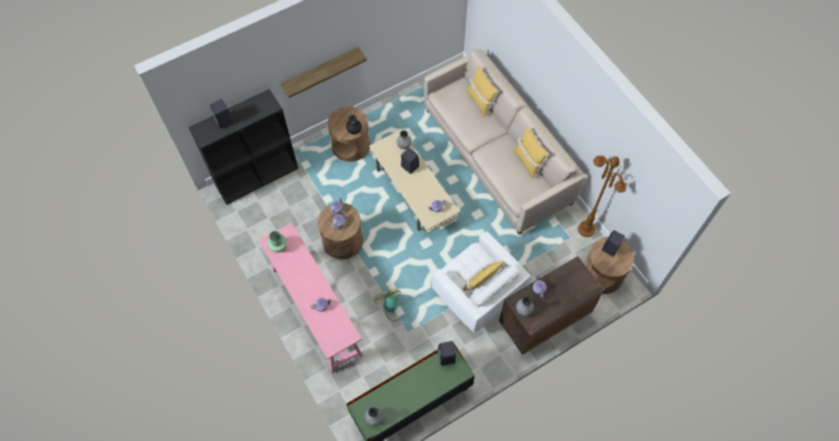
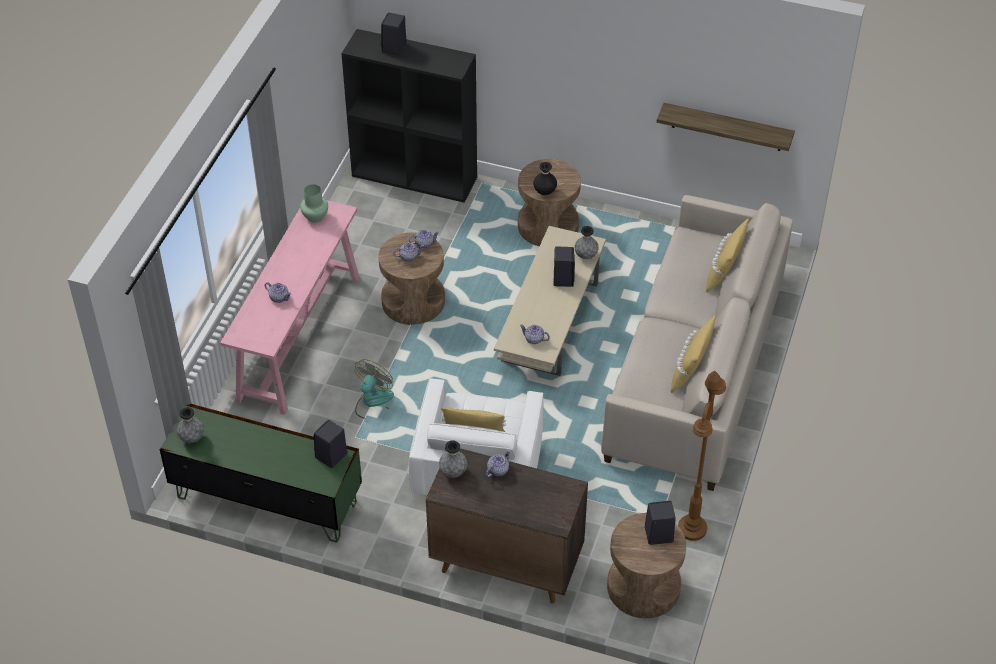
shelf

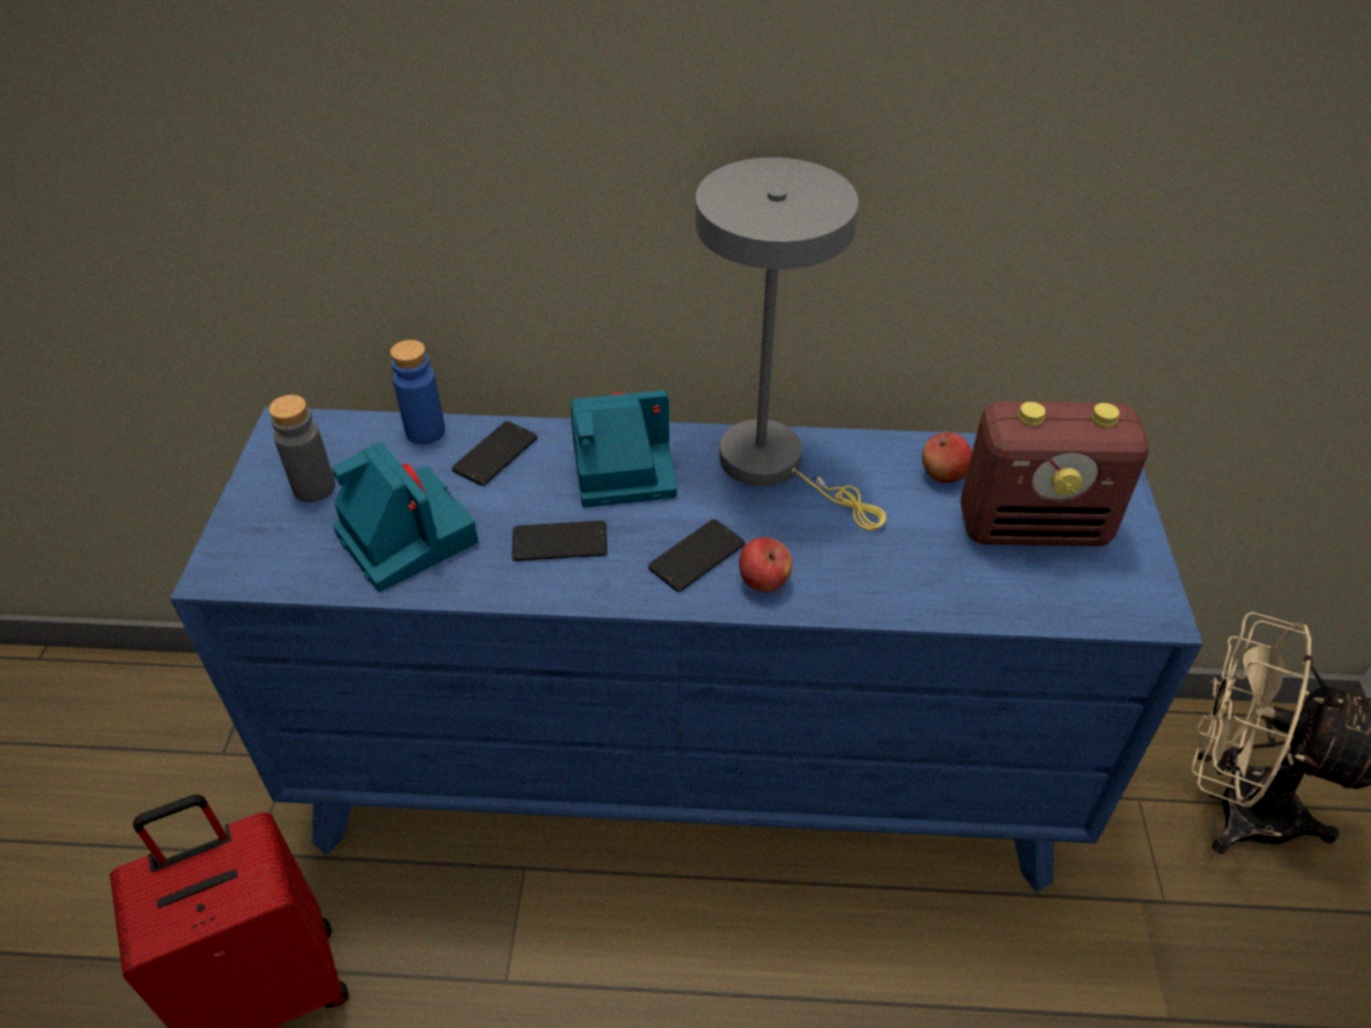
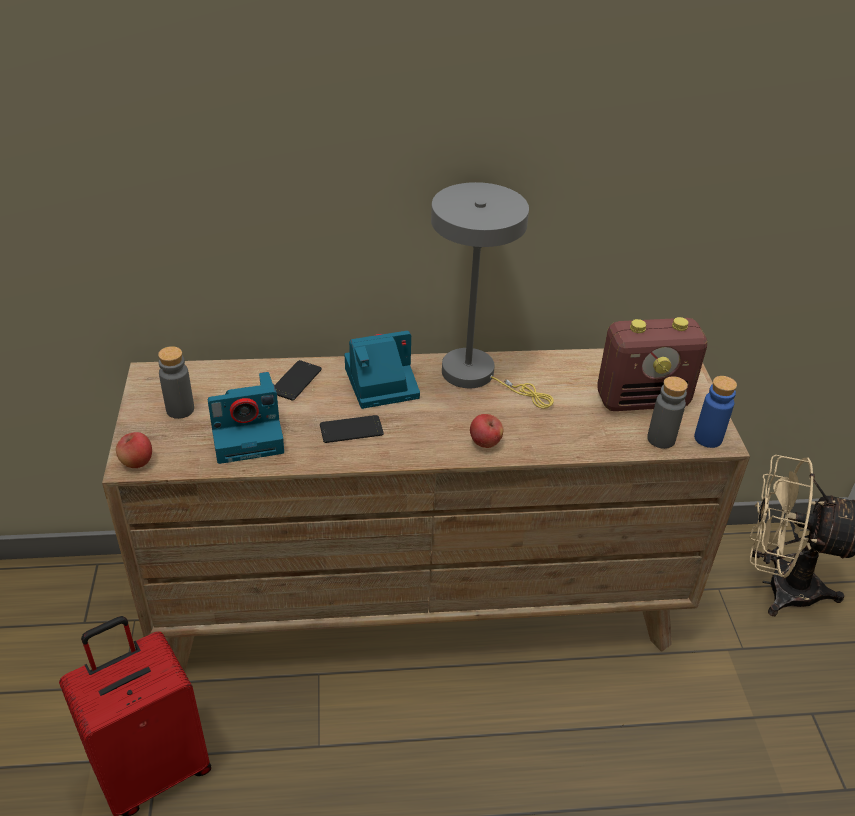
handset (no. 3 from left in the first image); grey bottle (no. 2 from left); bluish bottle; apple fruit (no. 1 from left); brown drawer chest; photo camera (no. 1 from left)

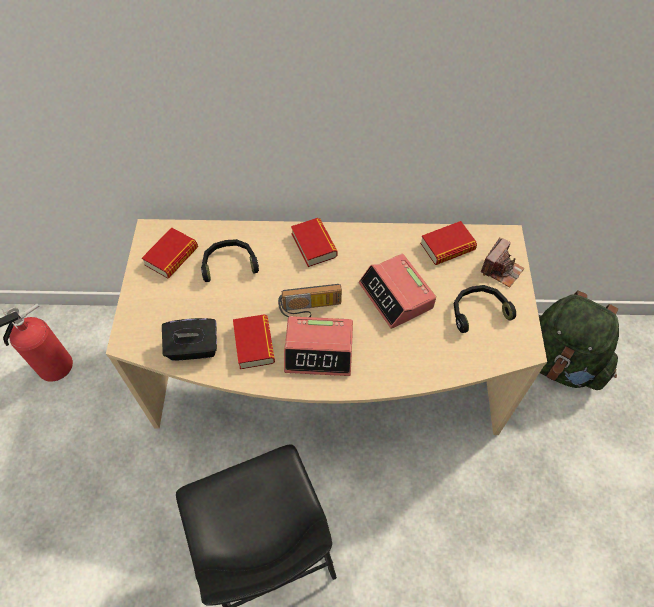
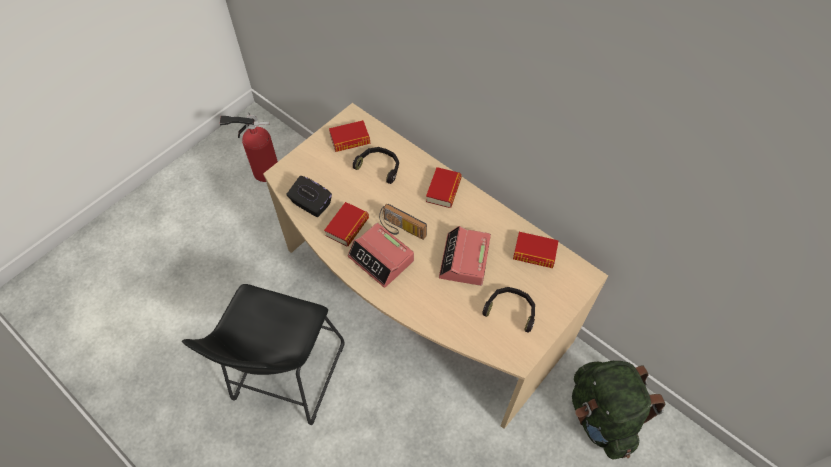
photo camera

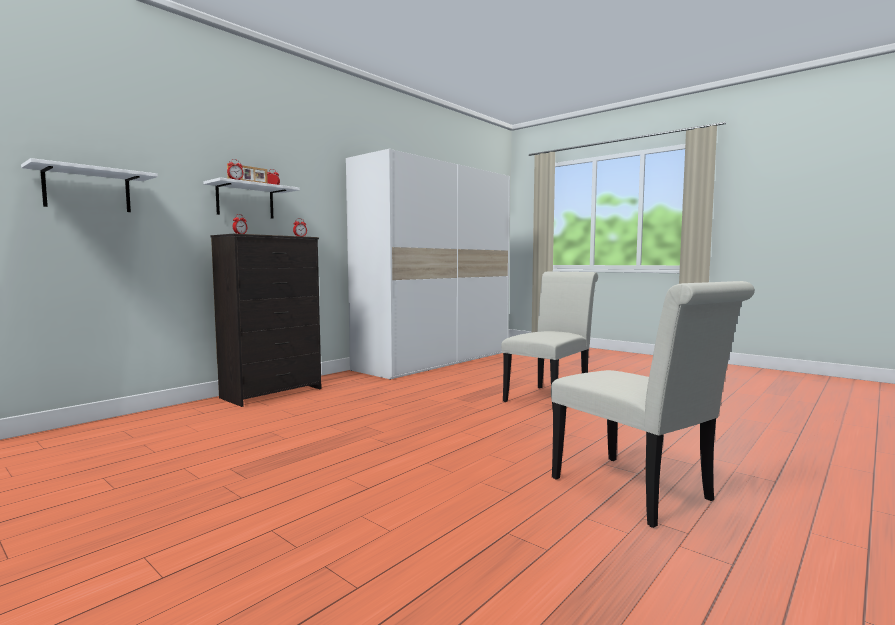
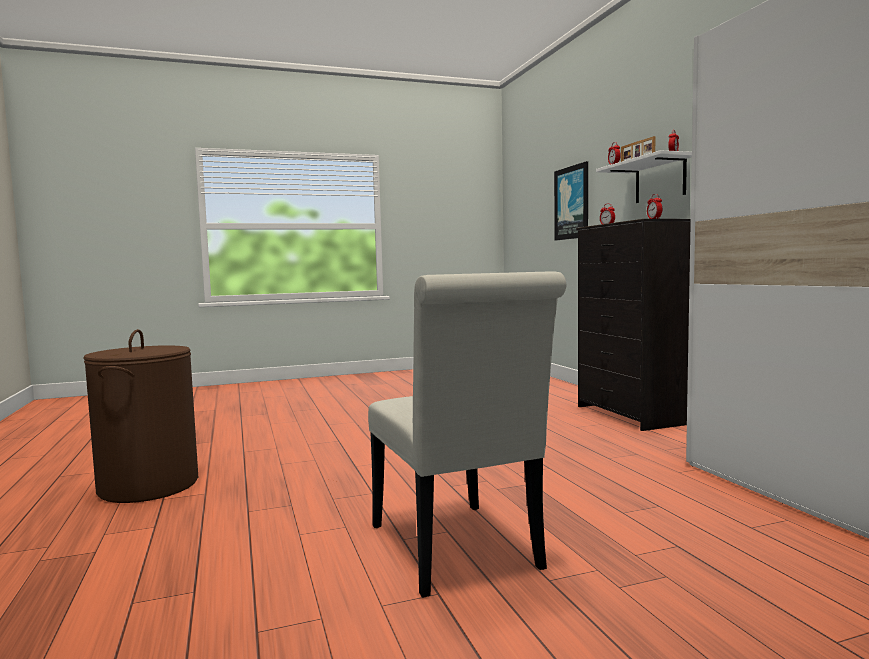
wall art; brown hamper

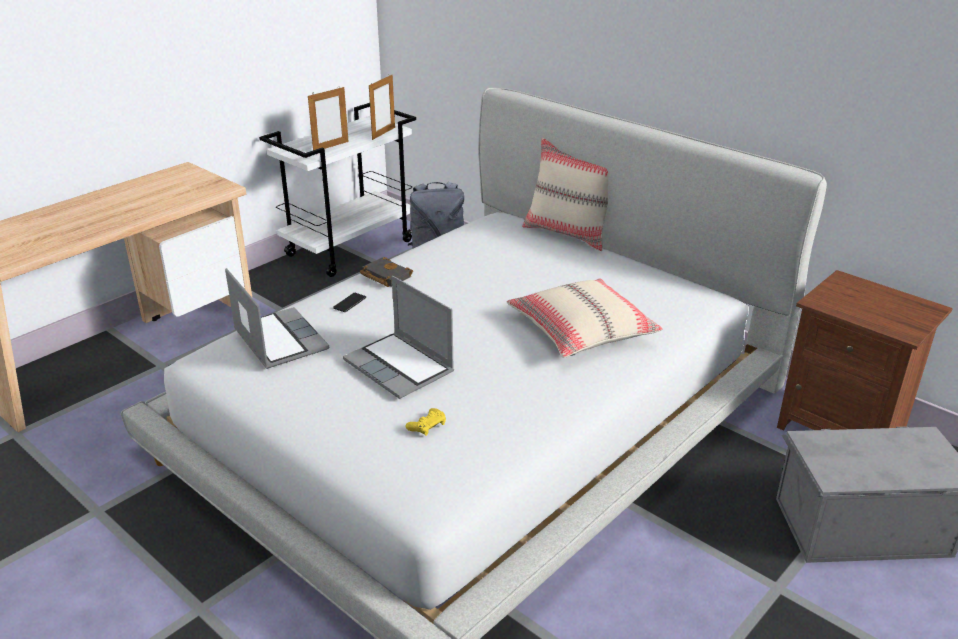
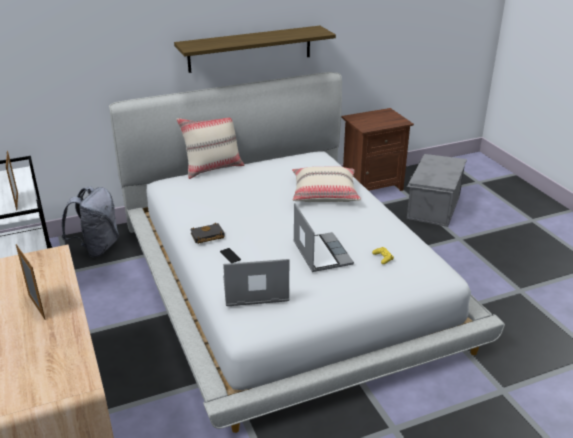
shelf; photo frame (no. 2 from left); notebook computer (no. 2 from left)

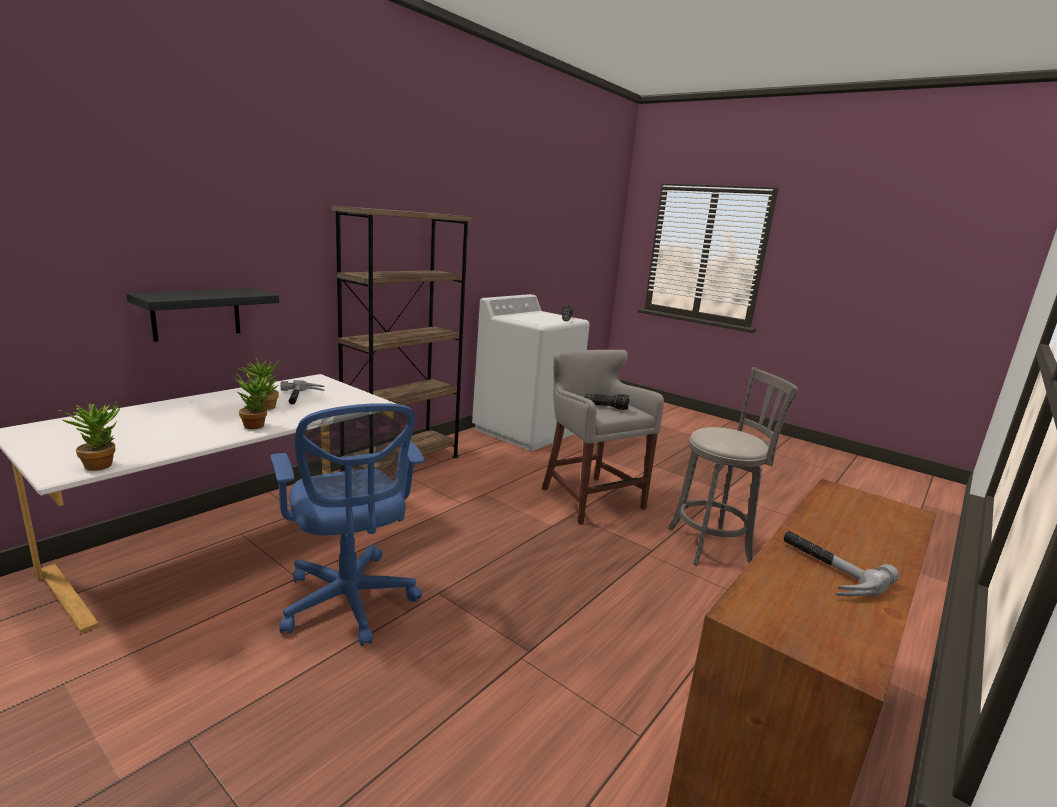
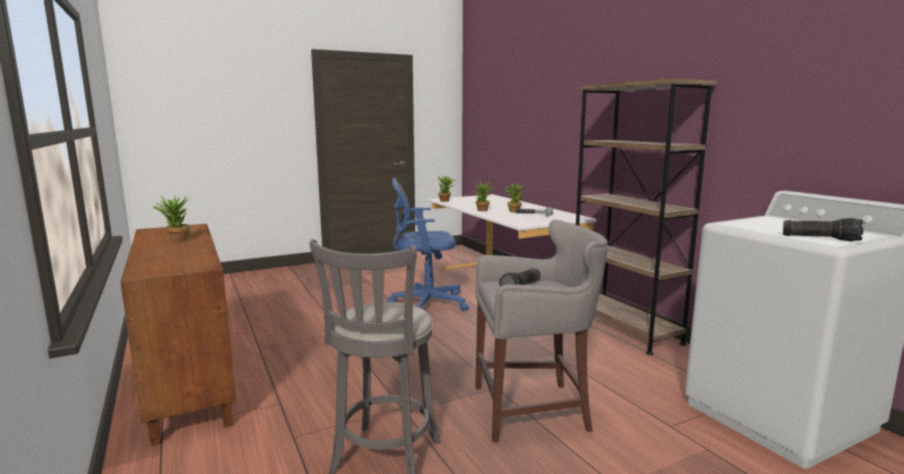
blackish shelf; plant in a pot (no. 1 from left)

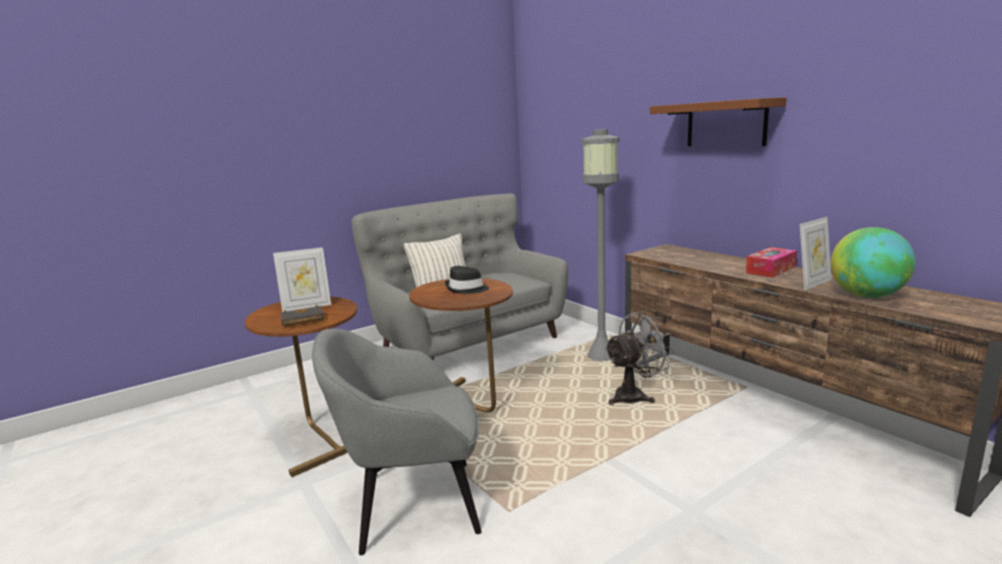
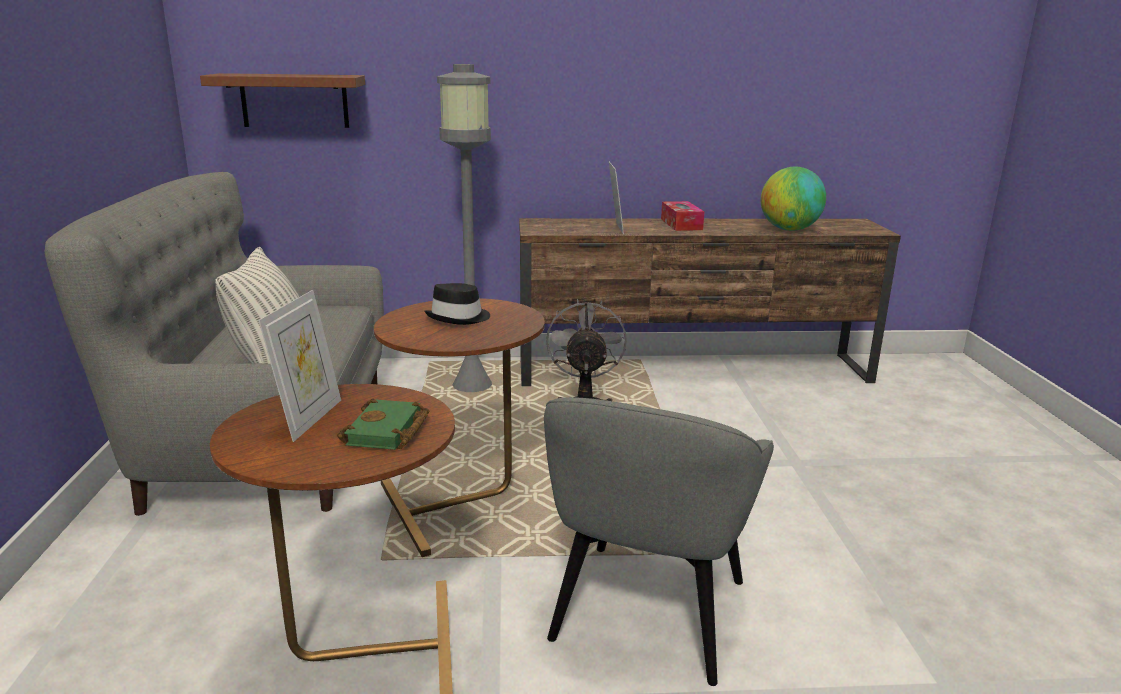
brown shelf; photo frame (no. 2 from left); green-coloured bound book

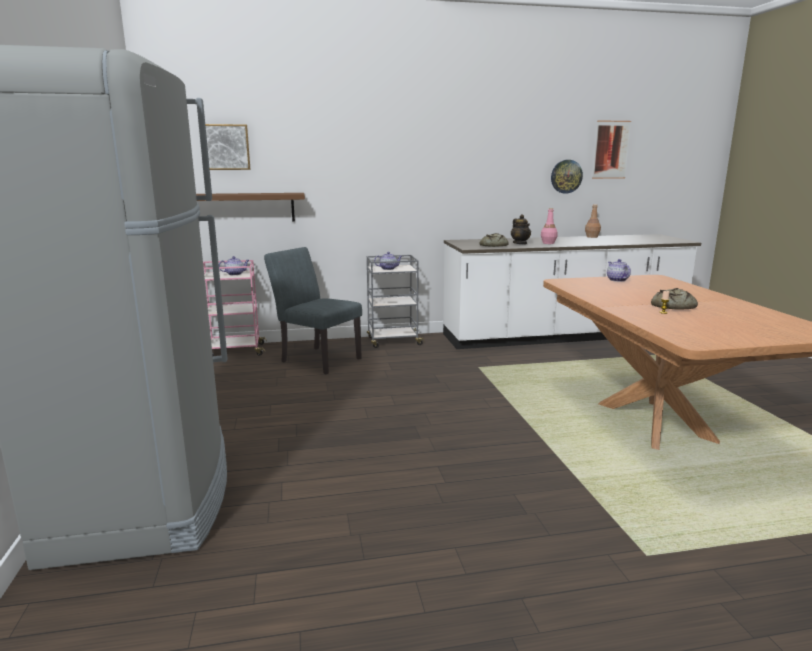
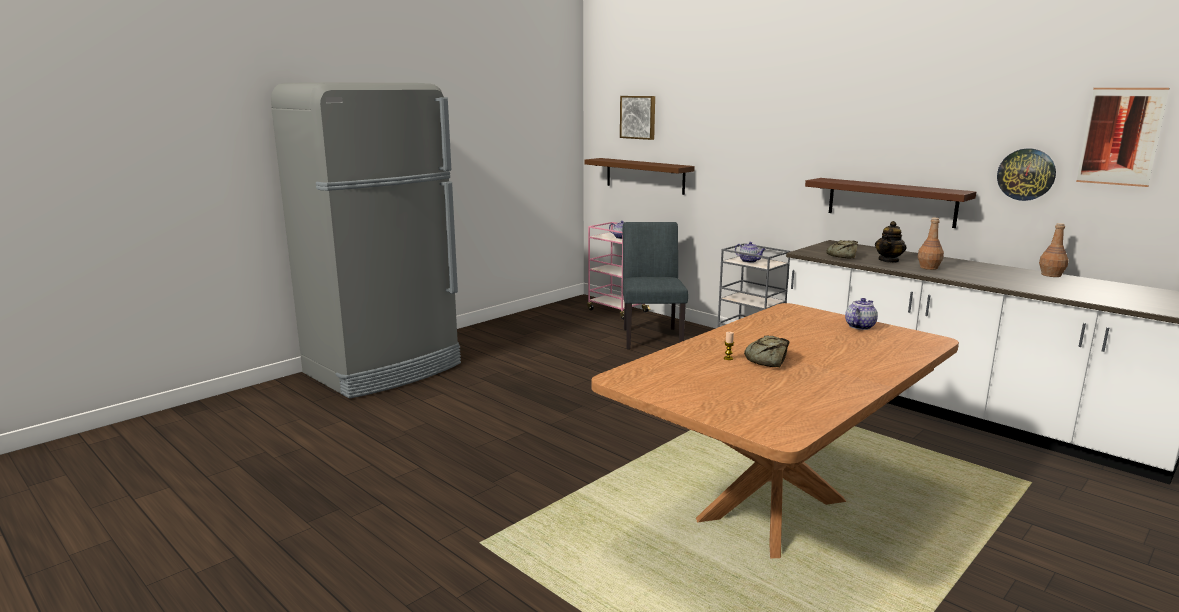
brown shelf (no. 2 from left); brown bottle (no. 1 from left)

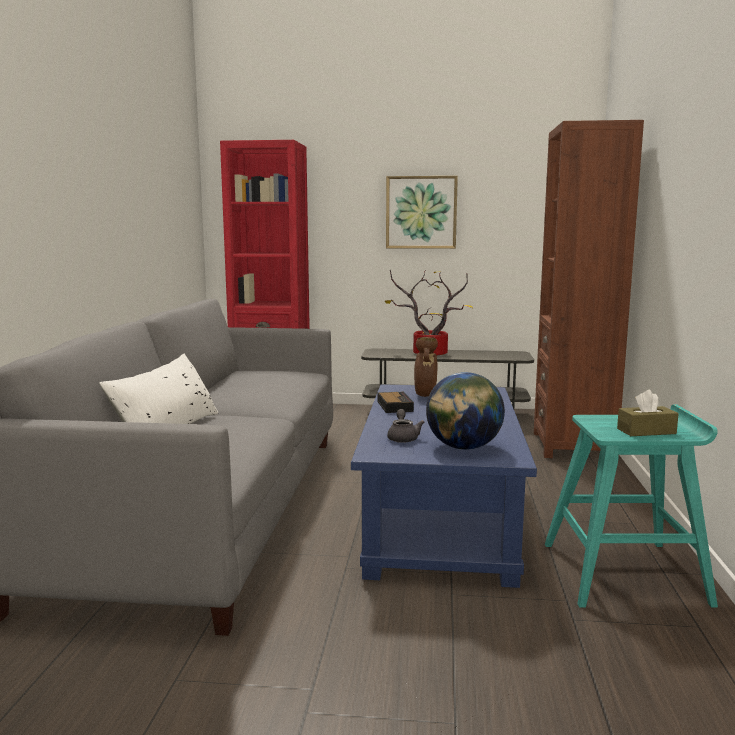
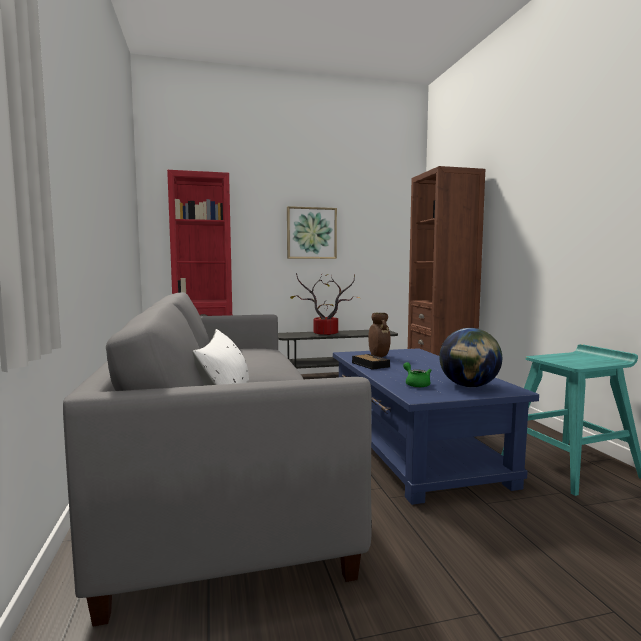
brown tissue holder; green-coloured tea pot

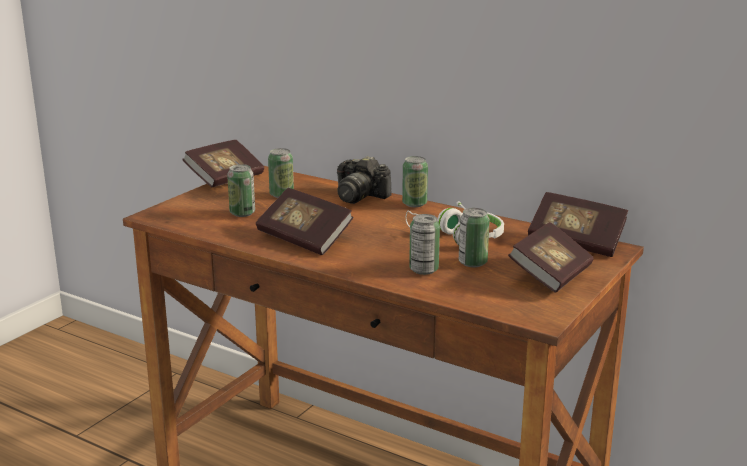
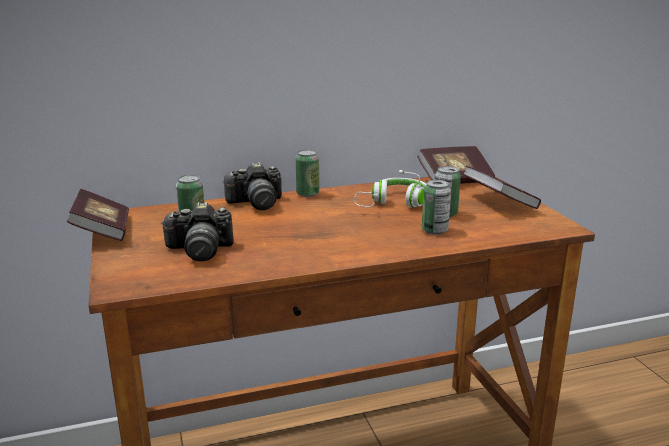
bound book (no. 2 from left in the first image); photo camera (no. 1 from left)

